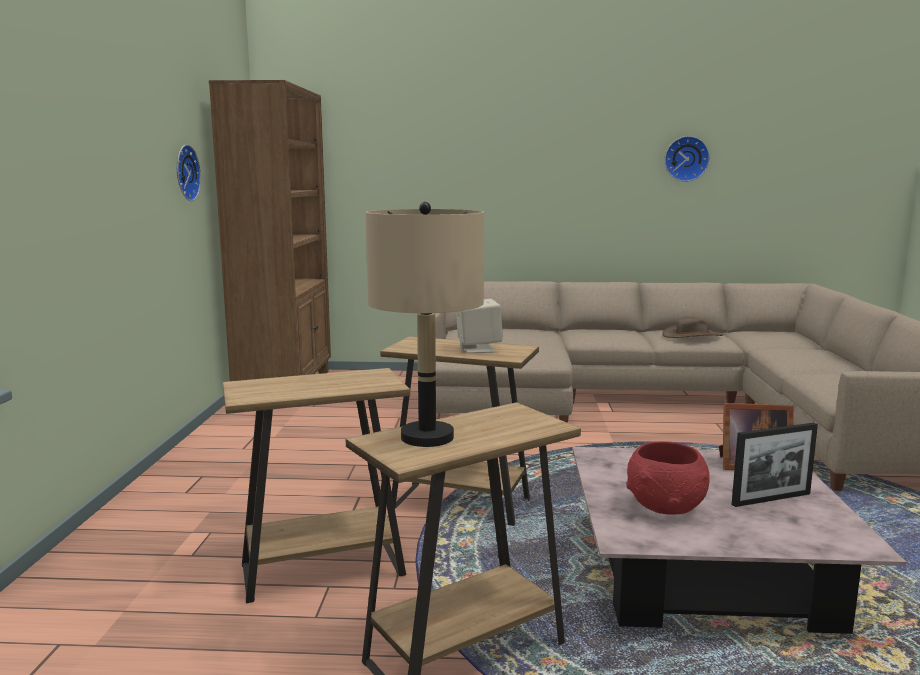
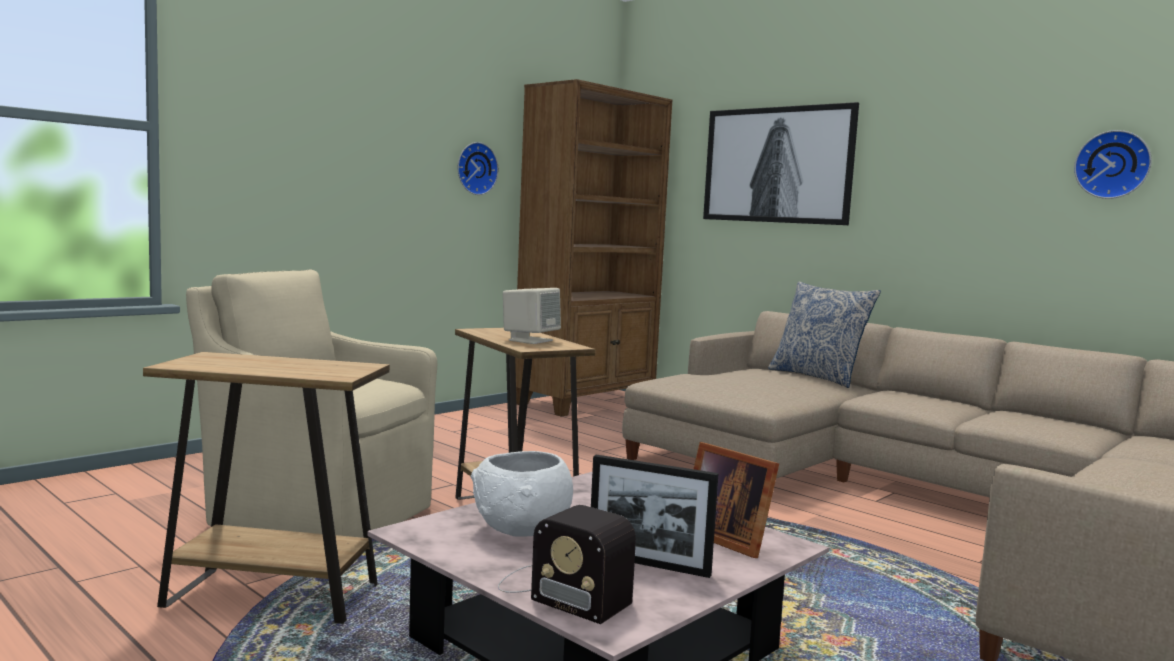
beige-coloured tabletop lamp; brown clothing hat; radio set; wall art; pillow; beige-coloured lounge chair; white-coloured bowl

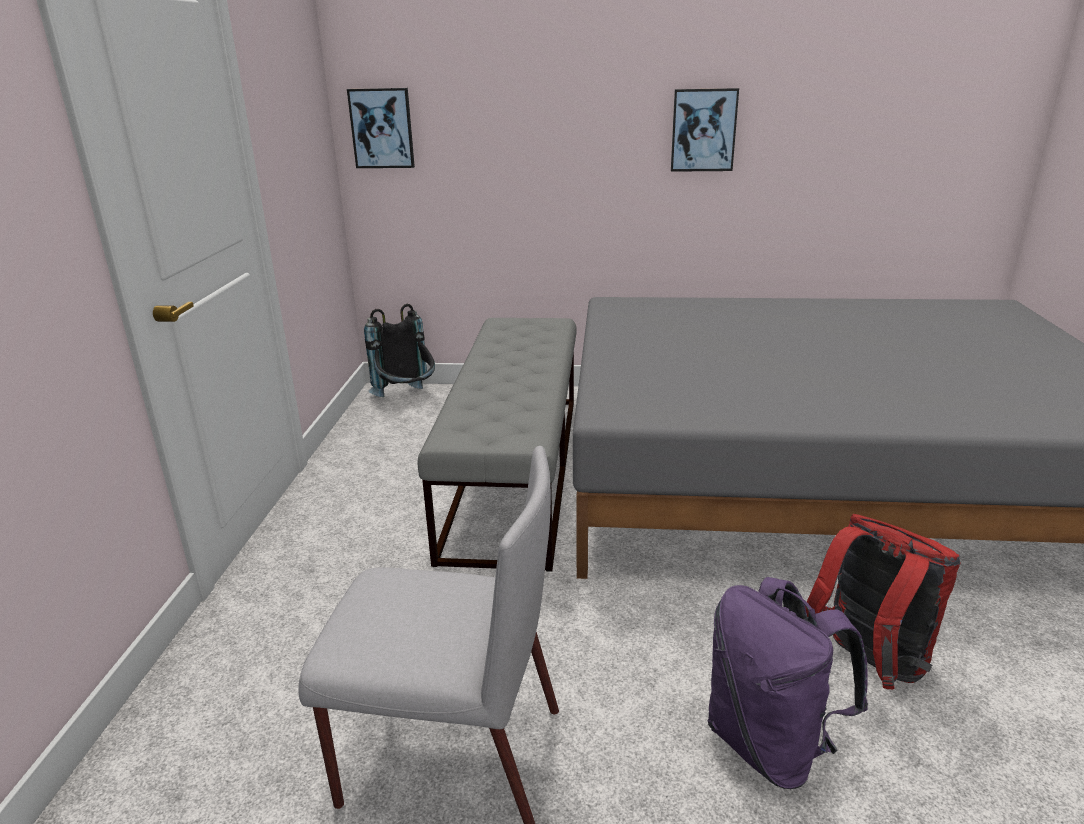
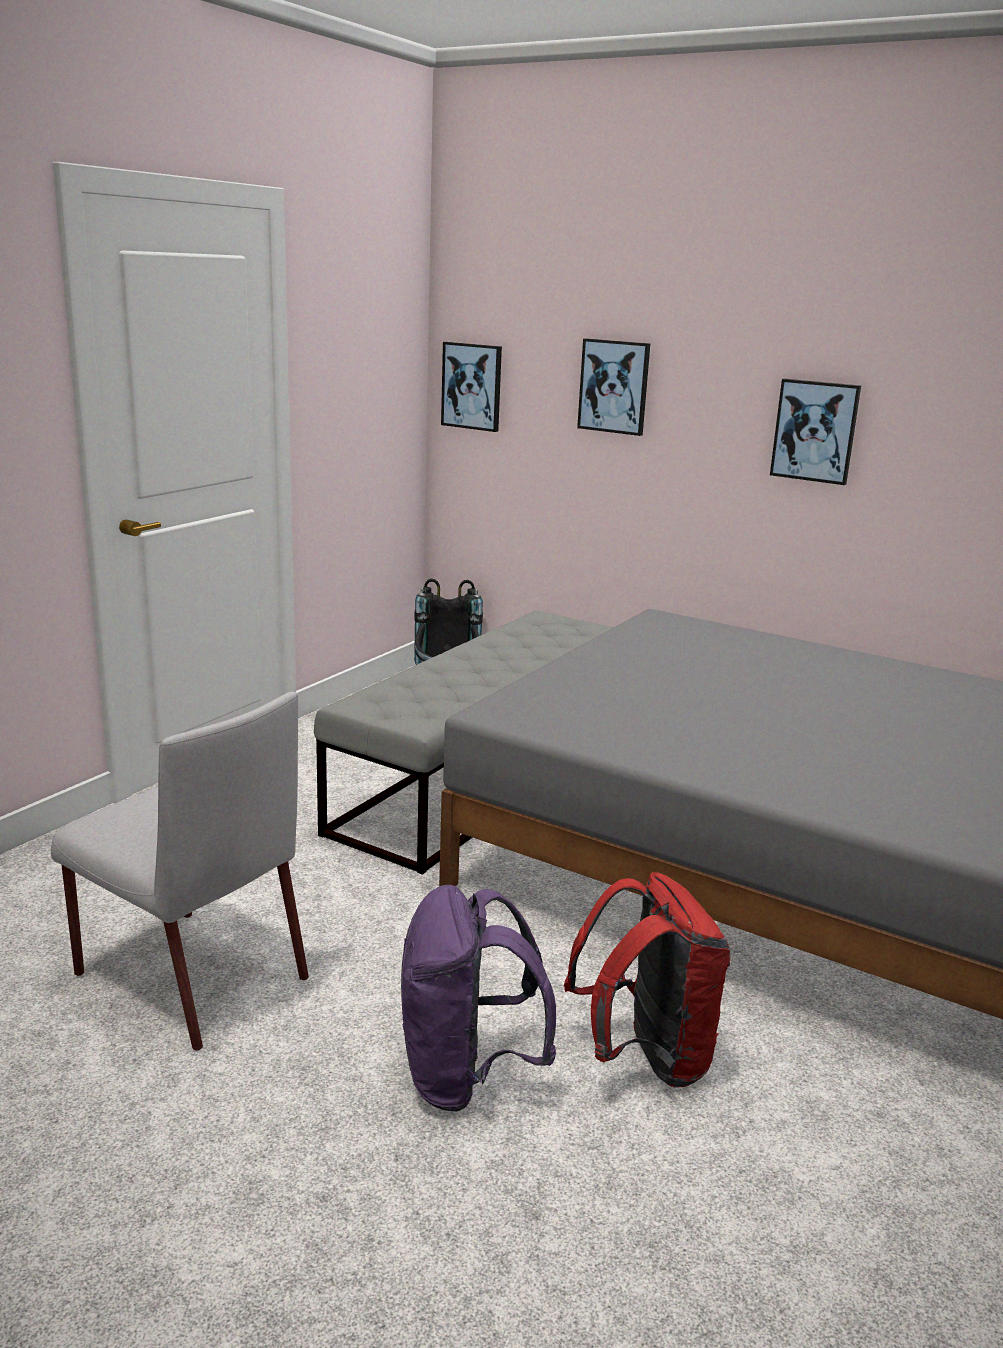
wall art (no. 2 from left)

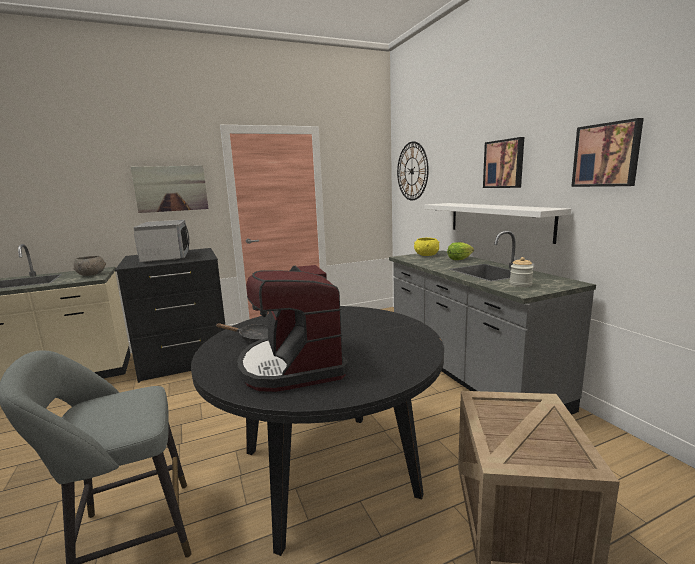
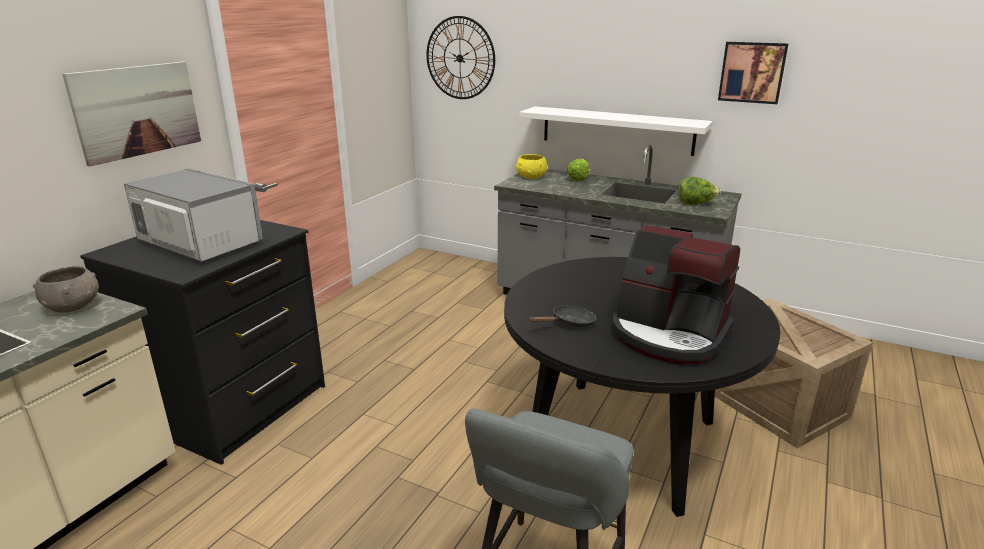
wall art (no. 2 from left in the first image); head of lettuce (no. 2 from left)

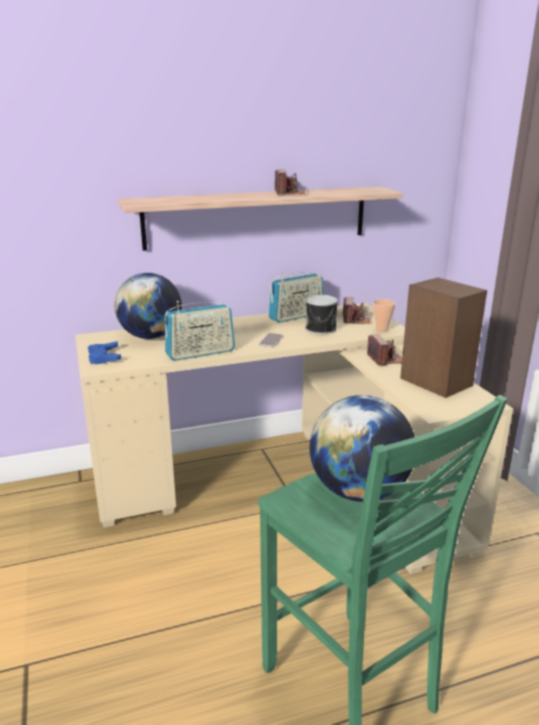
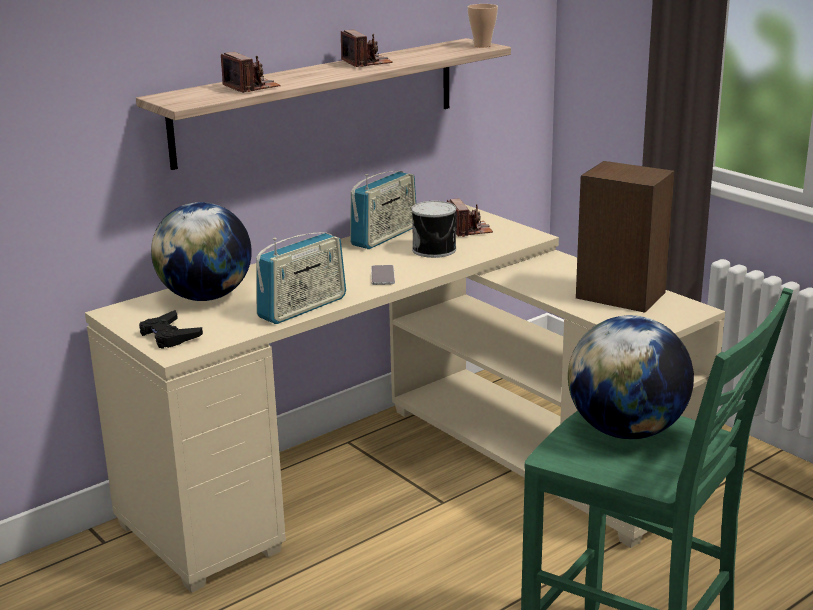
photo camera (no. 1 from left); cup; blackish joypad

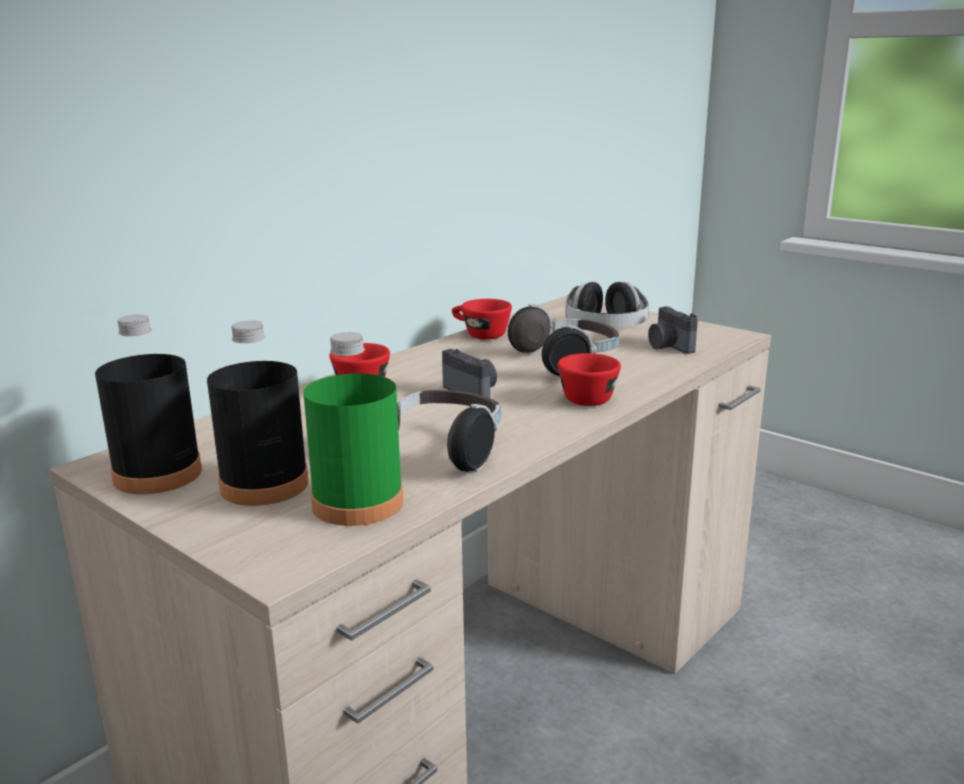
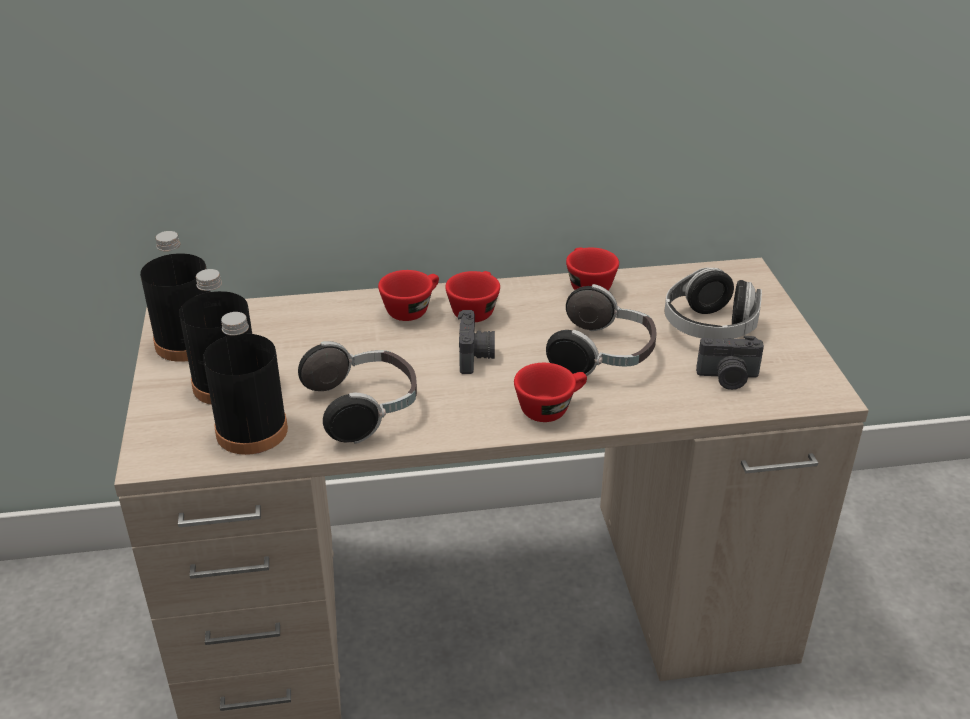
red-coloured cup (no. 2 from left); blackish bottle (no. 3 from left); photo camera (no. 2 from left)

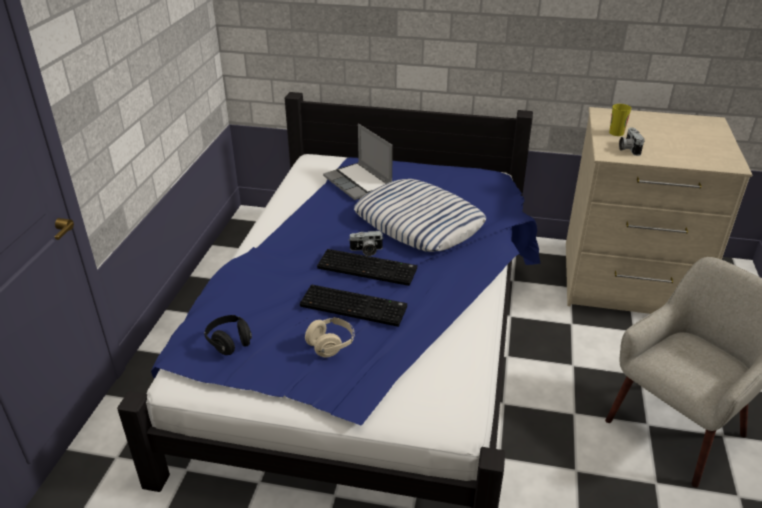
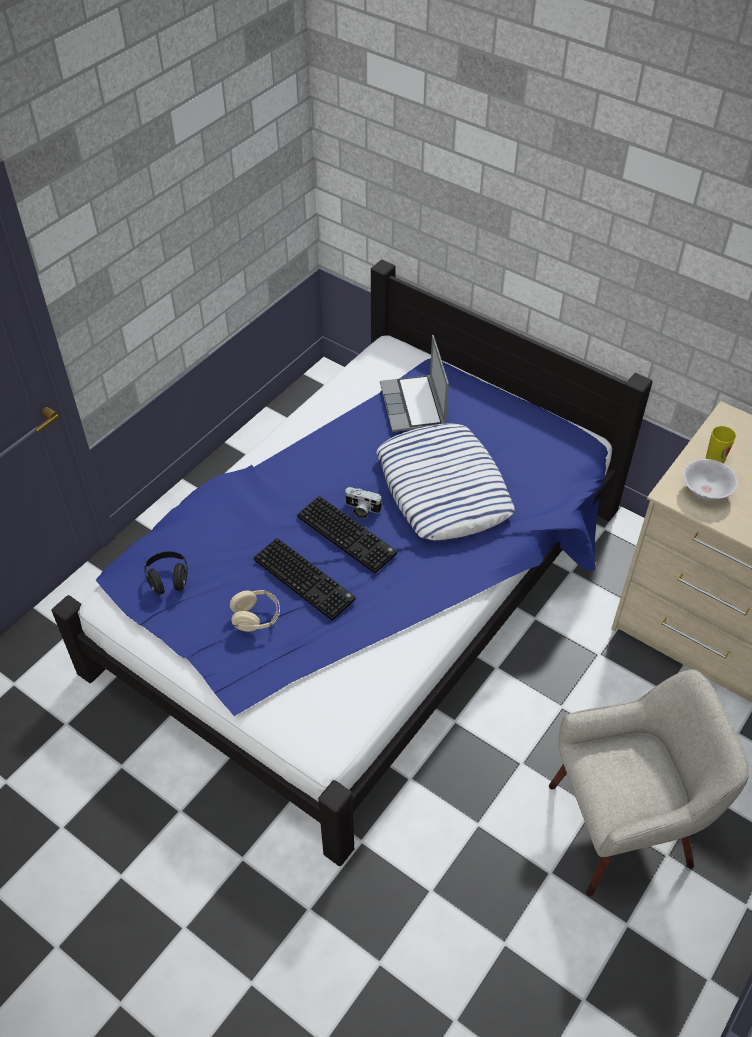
white-coloured bowl

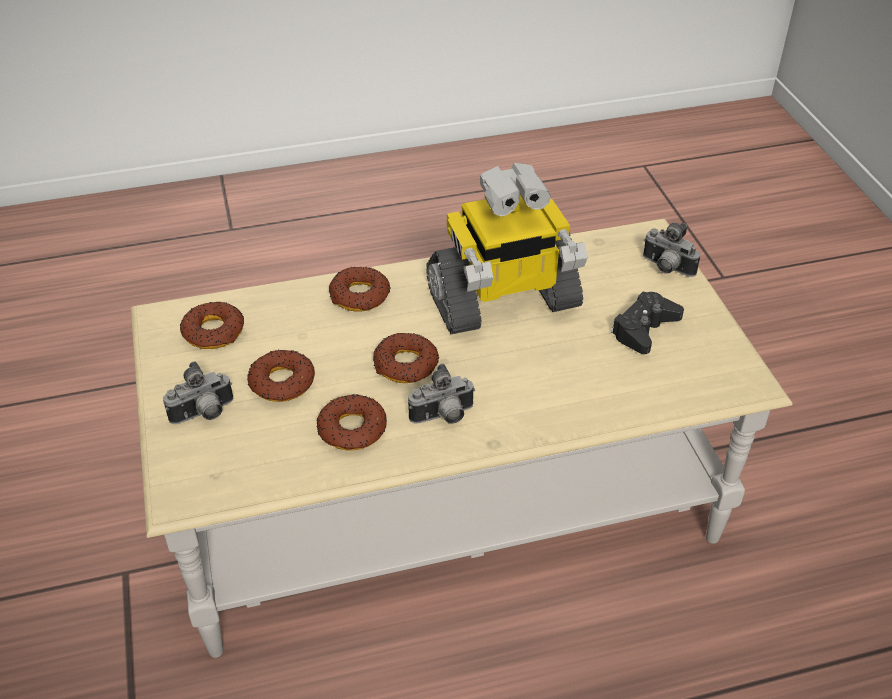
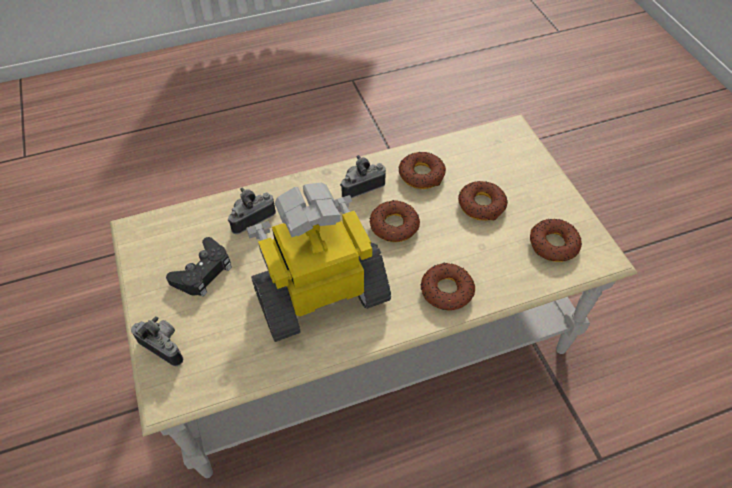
photo camera (no. 2 from left)

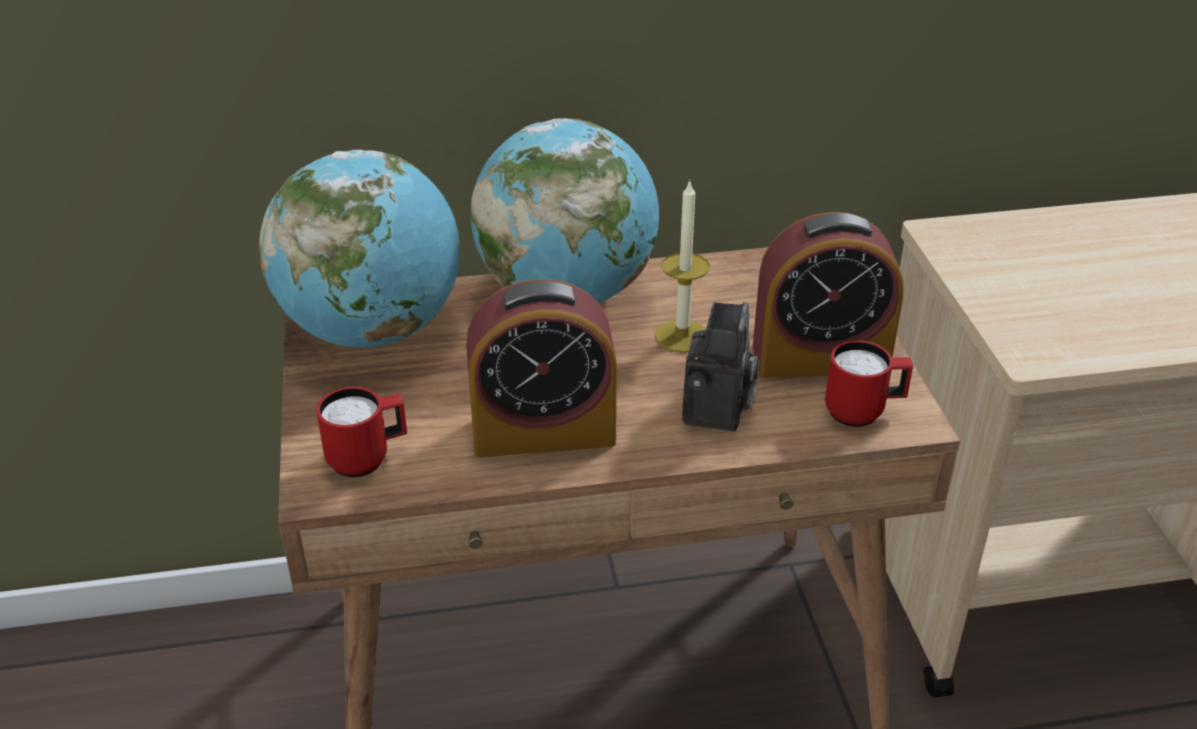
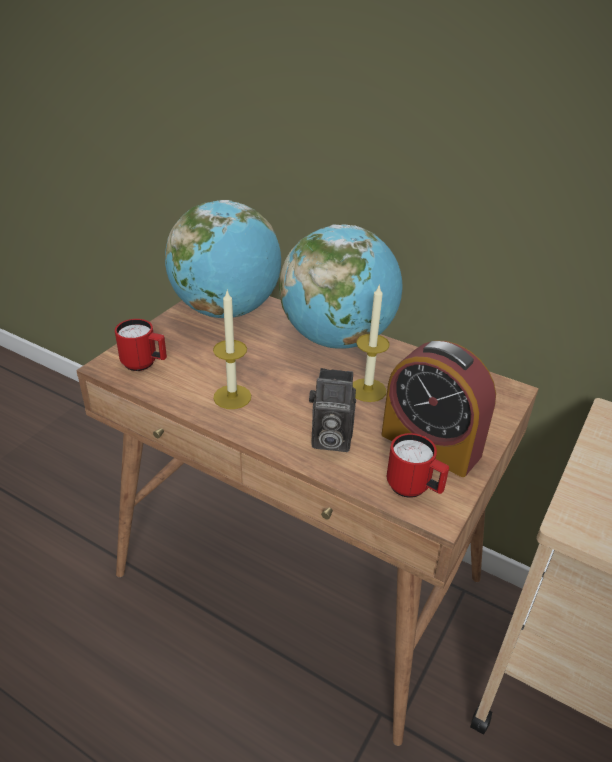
wax light (no. 1 from left); photo camera

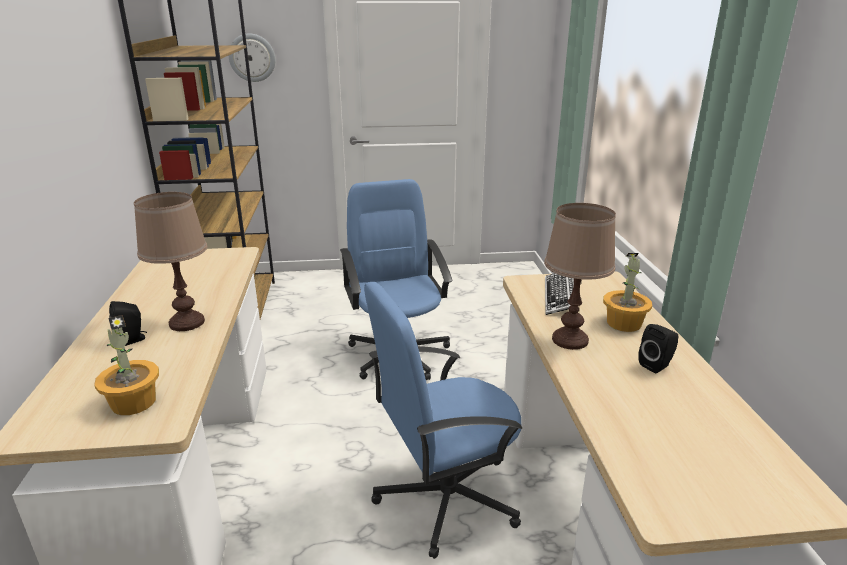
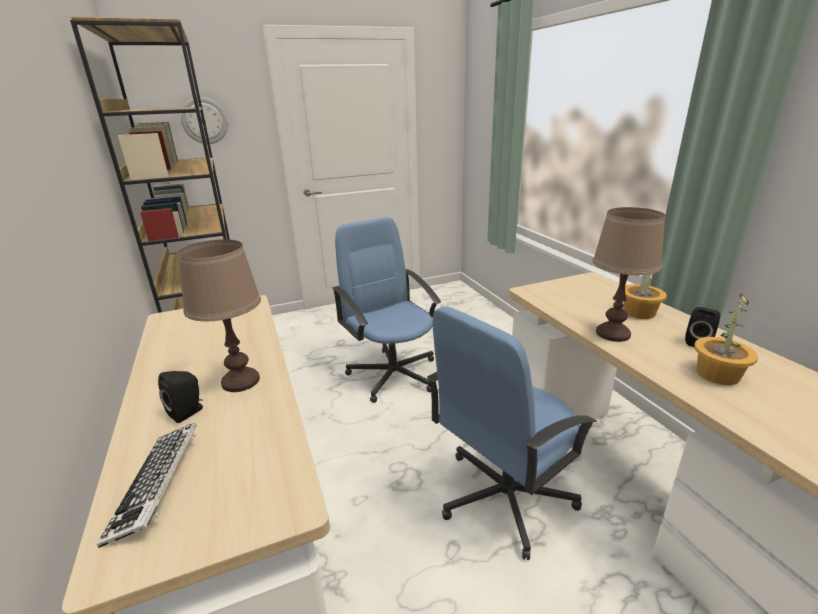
plant in a pot (no. 2 from left); computer keyboard

